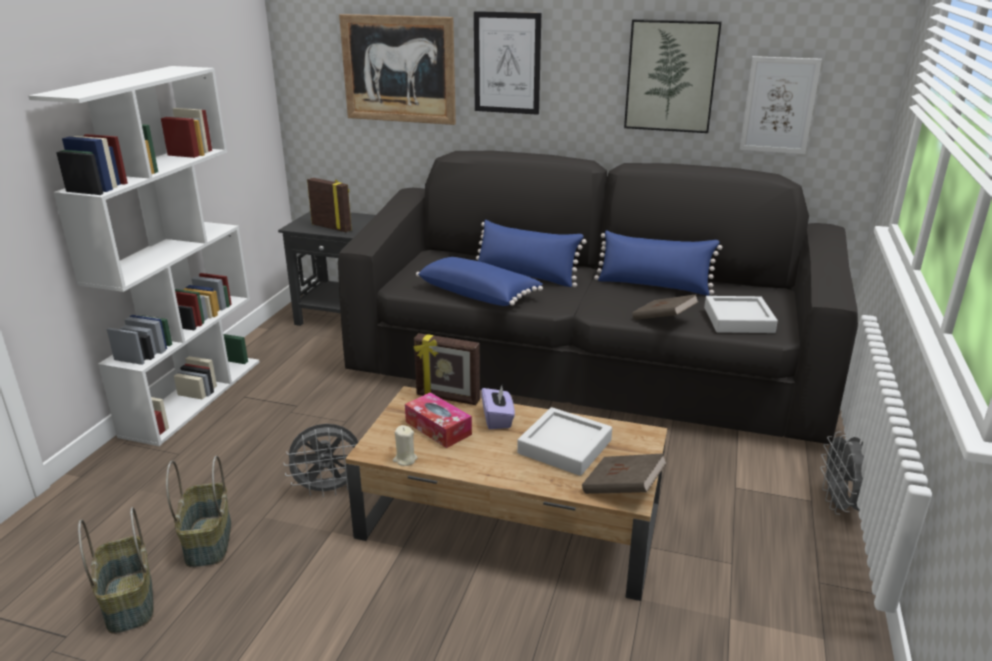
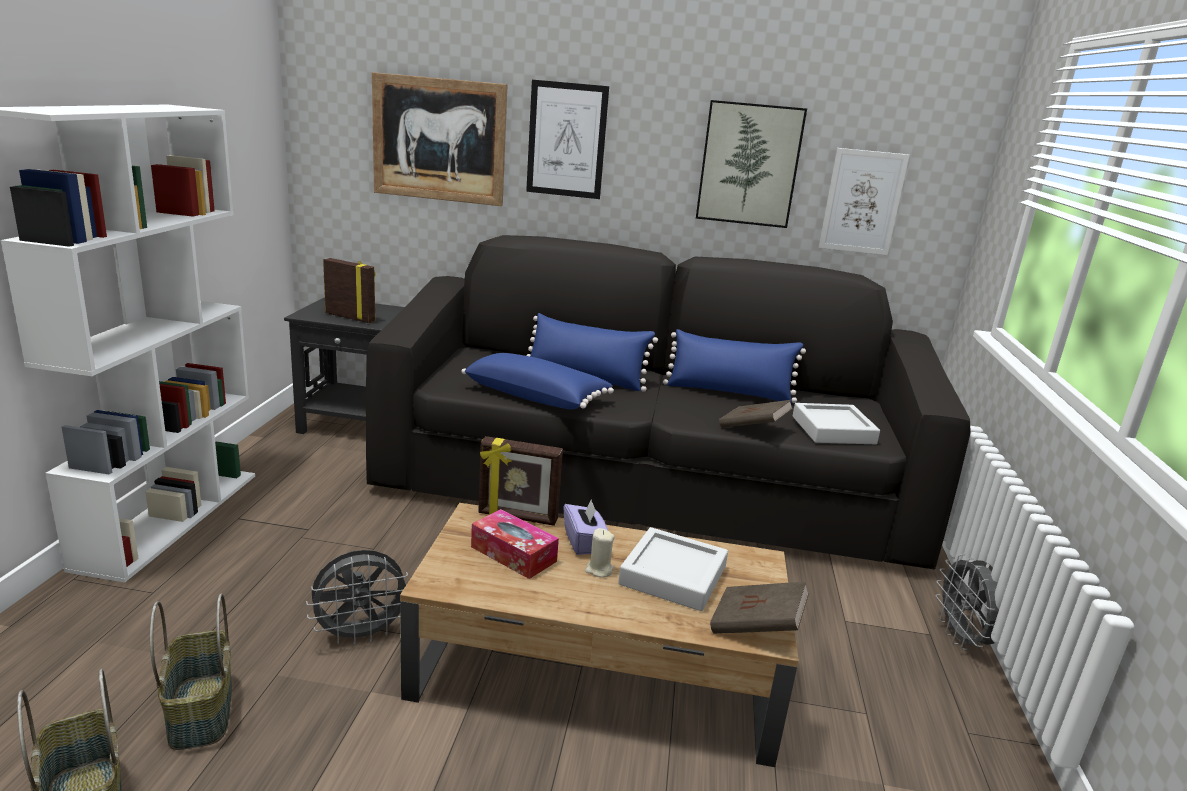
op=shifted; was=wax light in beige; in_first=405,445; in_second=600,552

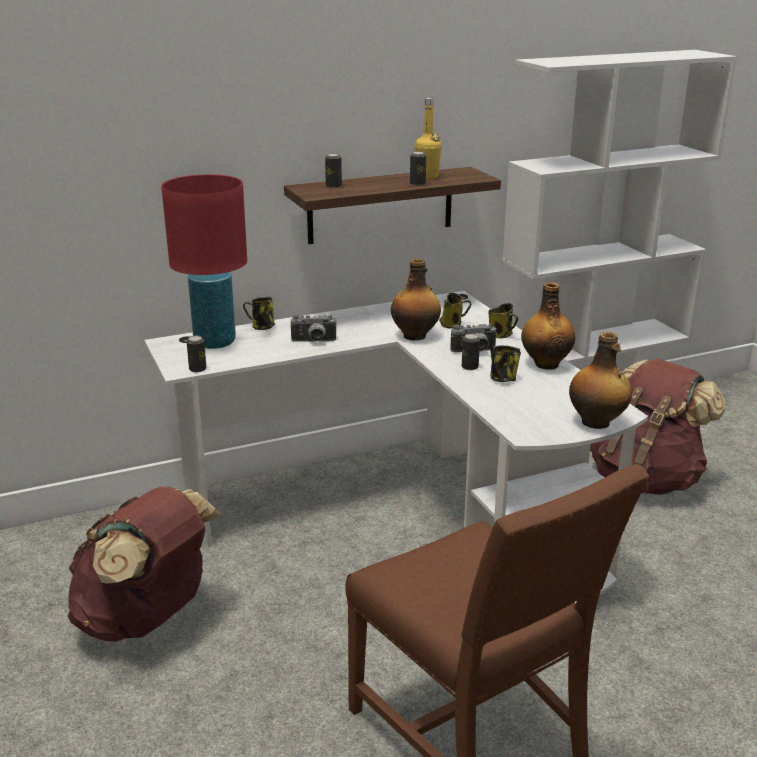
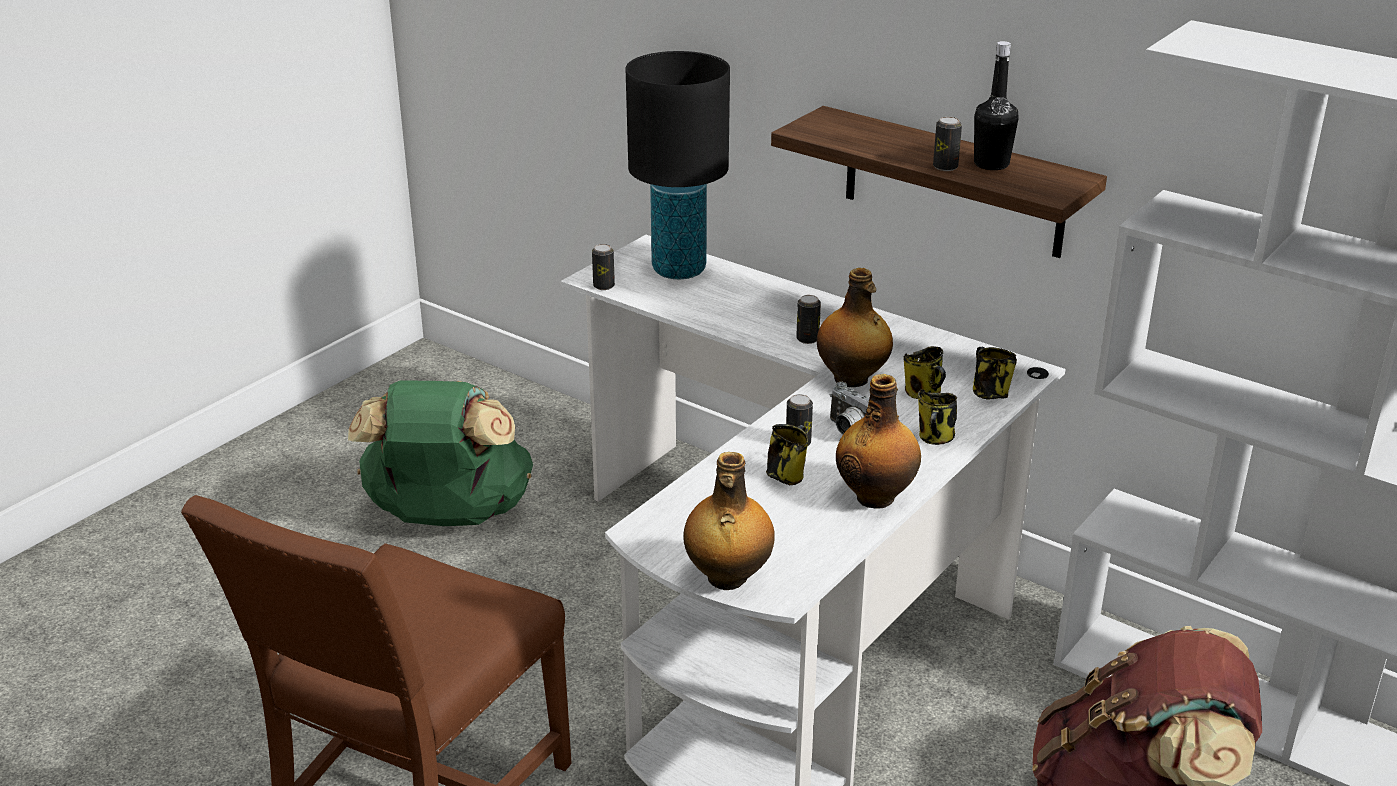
op=gone; was=photo camera; in_first=313,328
op=shifted; was=mug; in_first=259,313; in_second=995,373
op=shifted; was=sealed can; in_first=333,170; in_second=808,319
op=repainted; was=knapsack in brownish; now=knapsack in green-coloured; in_first=145,564; in_second=440,453
op=repainted; was=table lamp in red-coloured; now=table lamp in blackish; in_first=204,261; in_second=677,165
op=repainted; was=drink bottle in yellowish; now=drink bottle in blackish; in_first=428,139; in_second=996,105

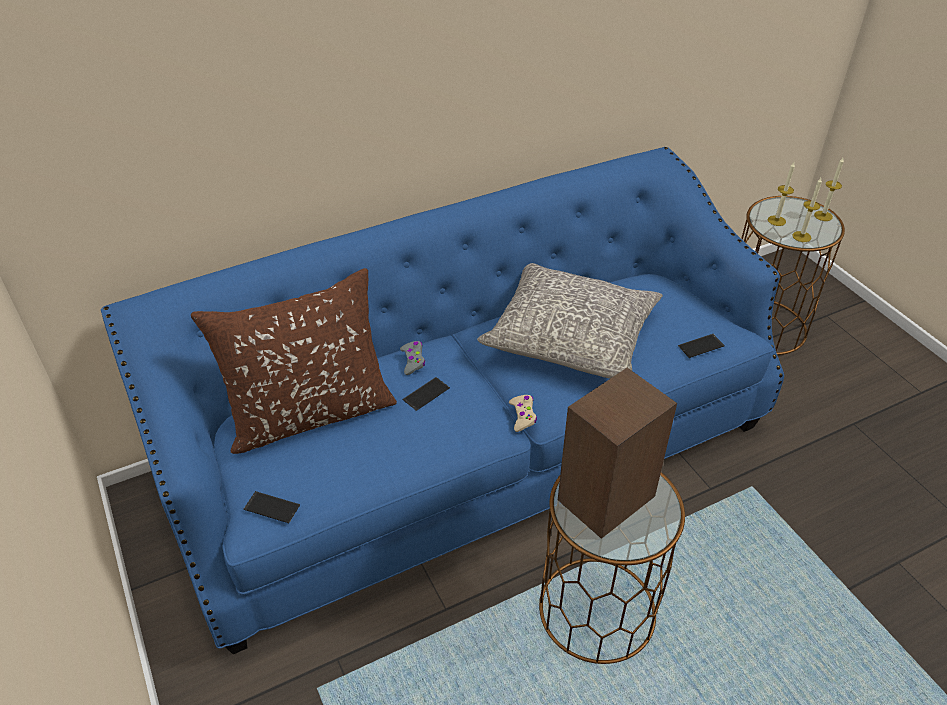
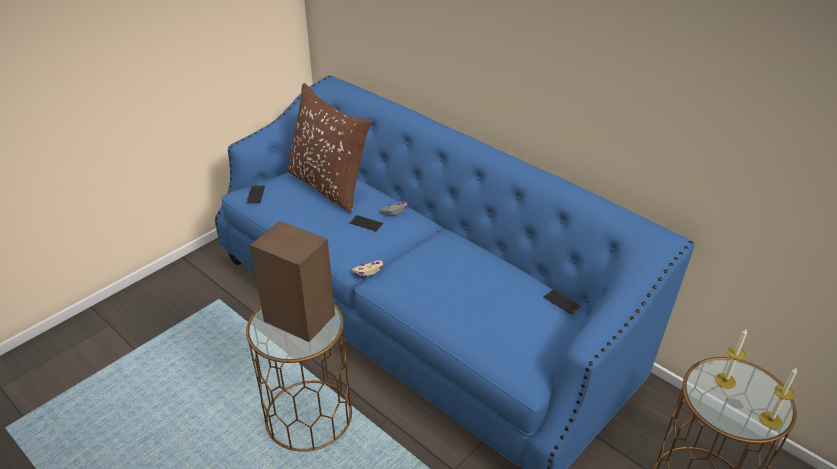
op=gone; was=pillow in gray; in_first=570,321
op=gone; was=wax light; in_first=807,210
op=shifted; was=phone; in_first=701,346; in_second=562,302

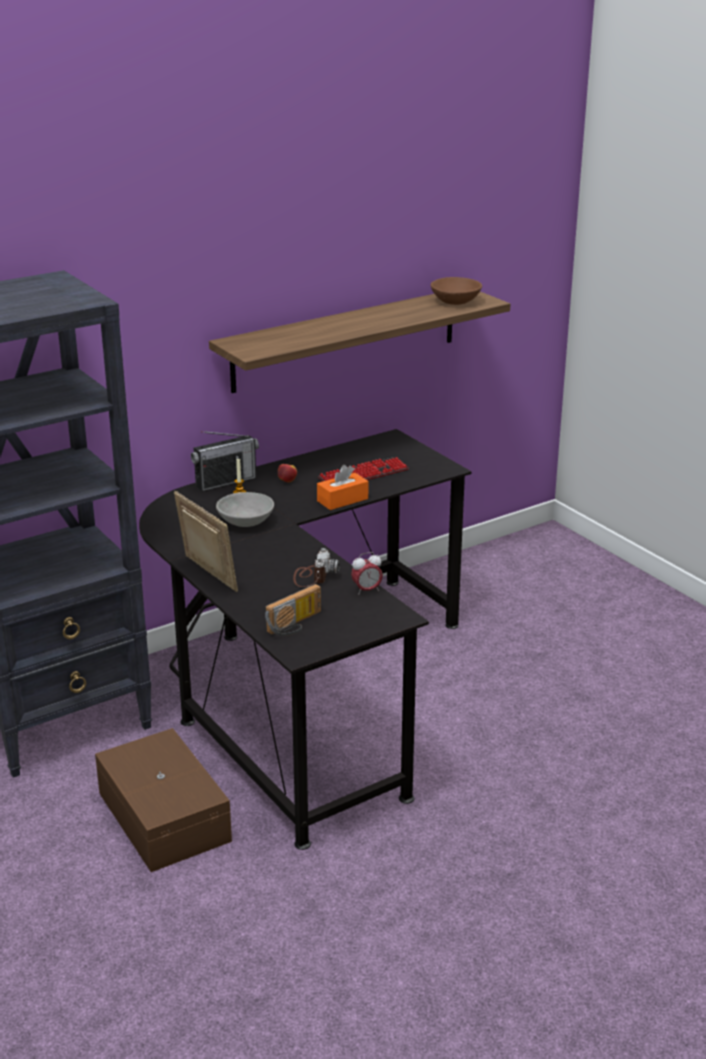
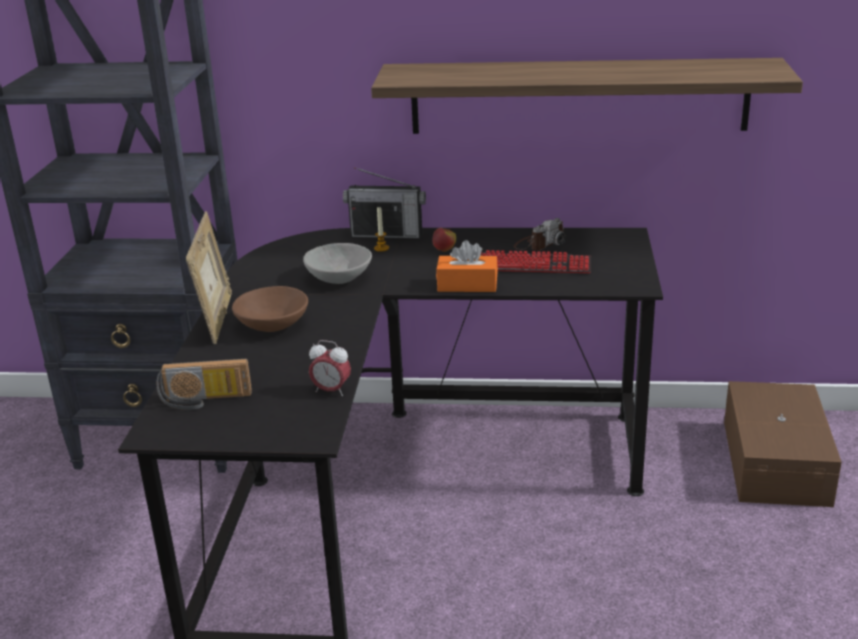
op=shifted; was=storage box in brownish; in_first=163,800; in_second=783,444
op=shifted; was=photo camera; in_first=316,567; in_second=540,234
op=shifted; was=serving bowl in brownish; in_first=456,291; in_second=270,309

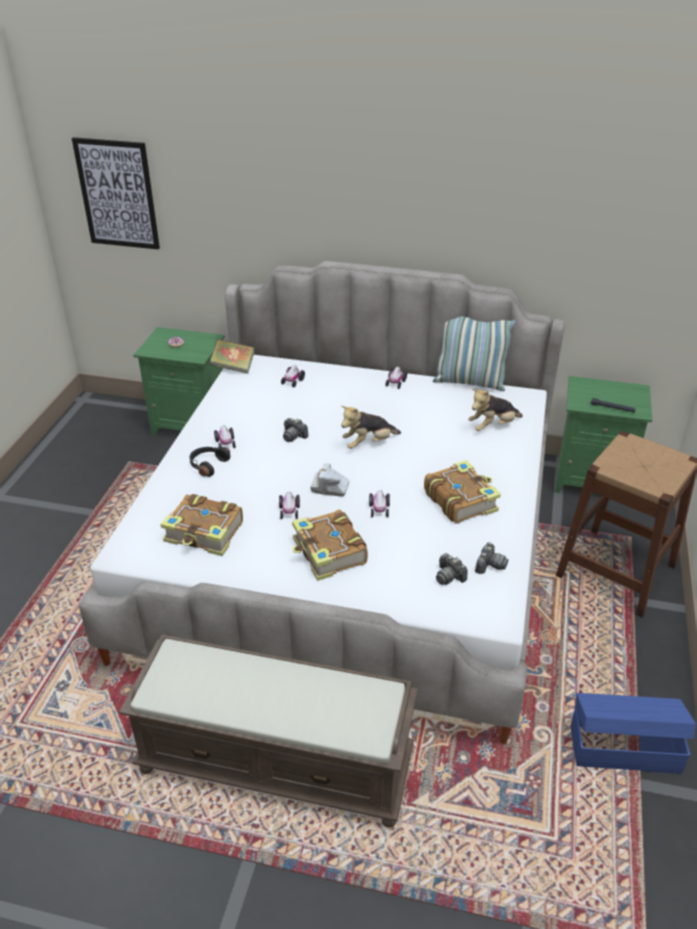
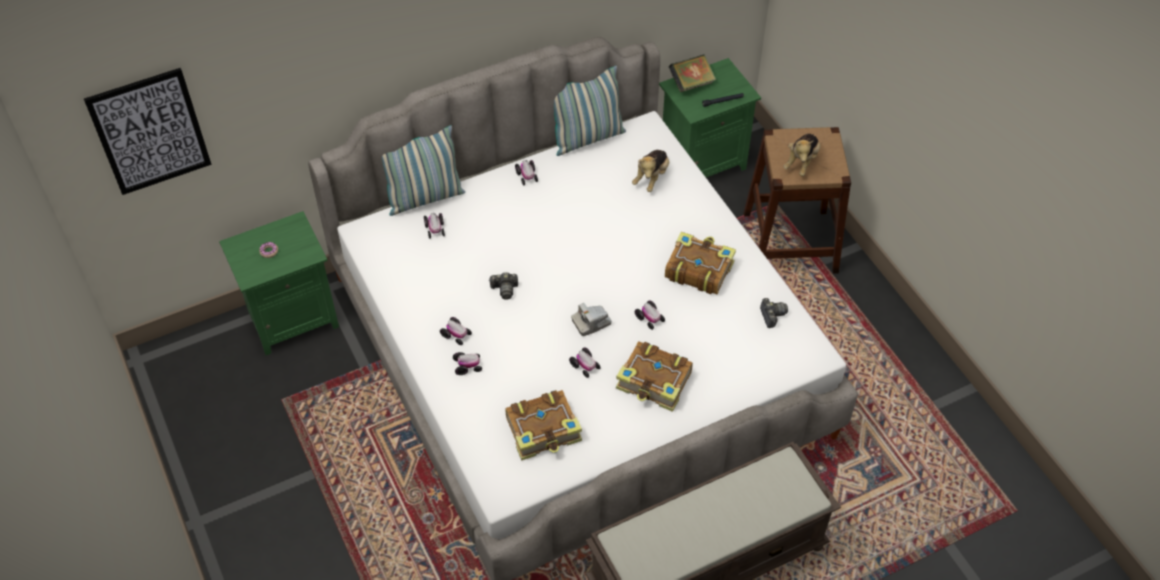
op=gone; was=photo camera; in_first=451,569
op=gone; was=storage box in blue-coloured; in_first=633,733
op=new; now=pillow; in_second=423,170
op=shifted; was=volume; in_first=232,356; in_second=692,73
op=shifted; was=plush toy; in_first=371,427; in_second=801,155
op=swapped; was=headphones in blackish; now=model car; in_first=210,461; in_second=467,363

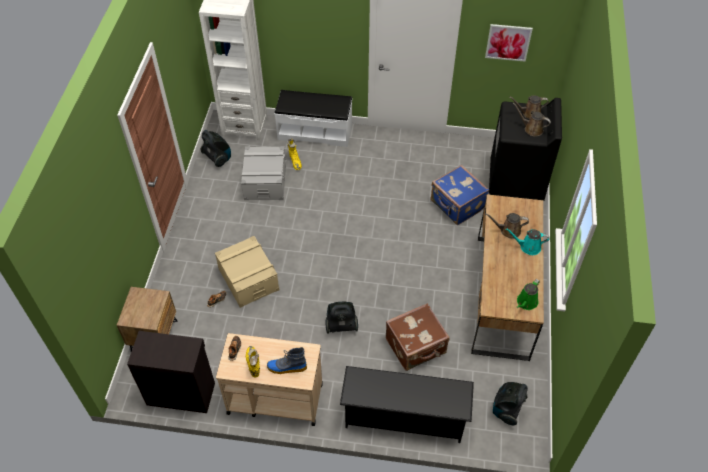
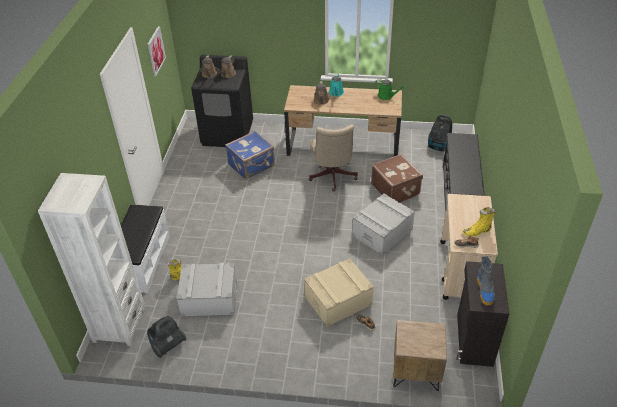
op=new; now=office chair in beige; in_second=333,158
op=shifted; was=boot; in_first=287,360; in_second=486,281
op=swapped; was=hoover; now=storage box in gray; in_first=341,317; in_second=383,224

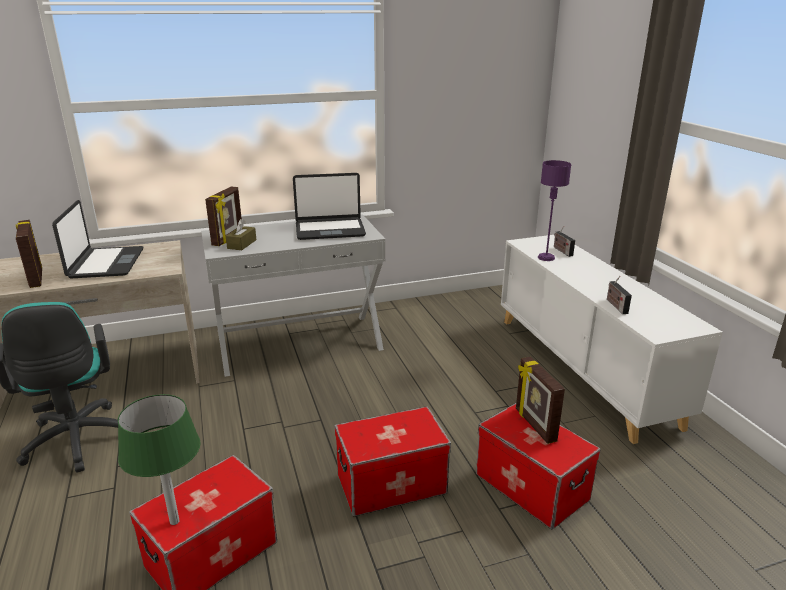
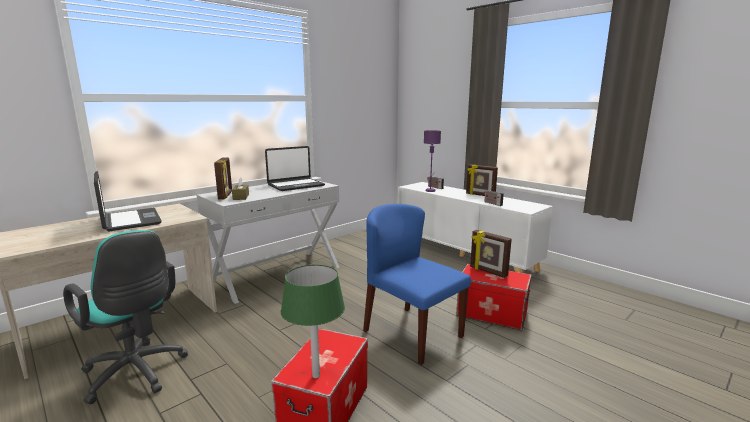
op=shifted; was=photo frame; in_first=29,254; in_second=482,180
op=swapped; was=storage box; now=plain chair in blue-coloured; in_first=393,461; in_second=417,284

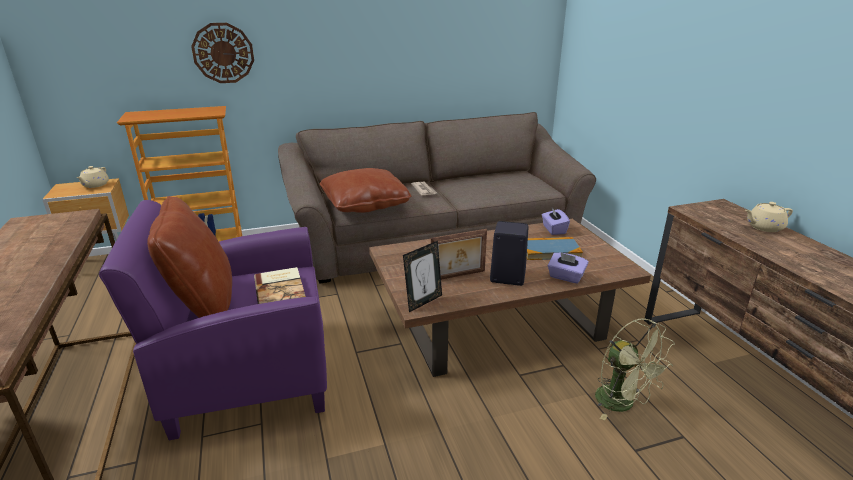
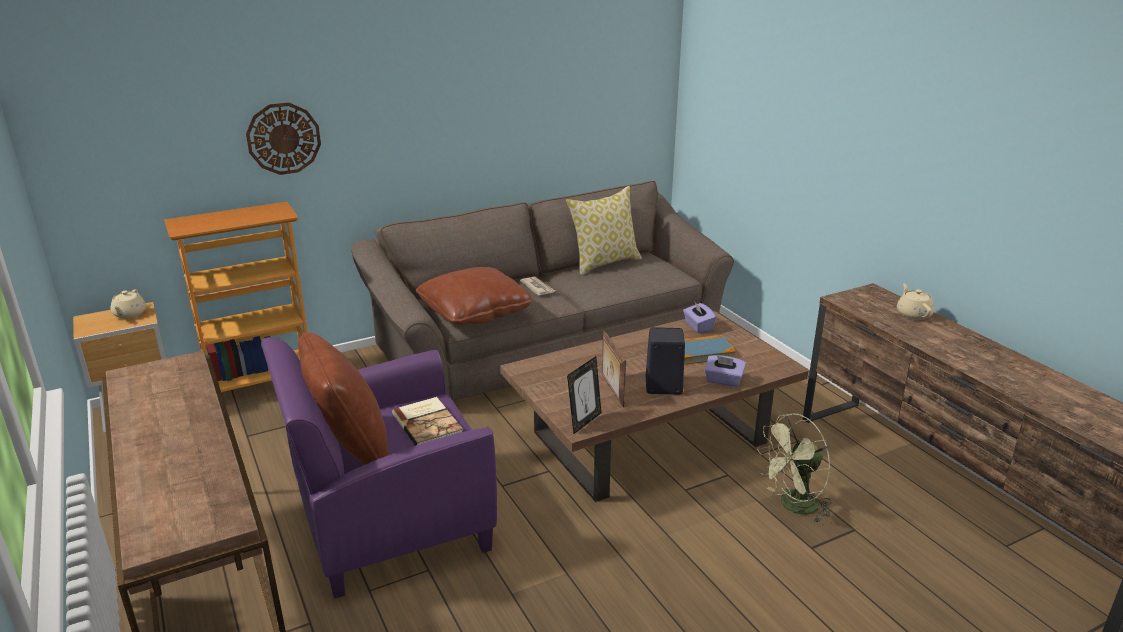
op=new; now=pillow; in_second=604,231
op=rotated; was=photo frame; in_first=459,254; in_second=614,369; clockwise=105
op=rotated; was=electric fan in green-coloured; in_first=635,369; in_second=794,468; clockwise=105
op=rotated; was=tea pot in beige; in_first=769,217; in_second=915,301; clockwise=105

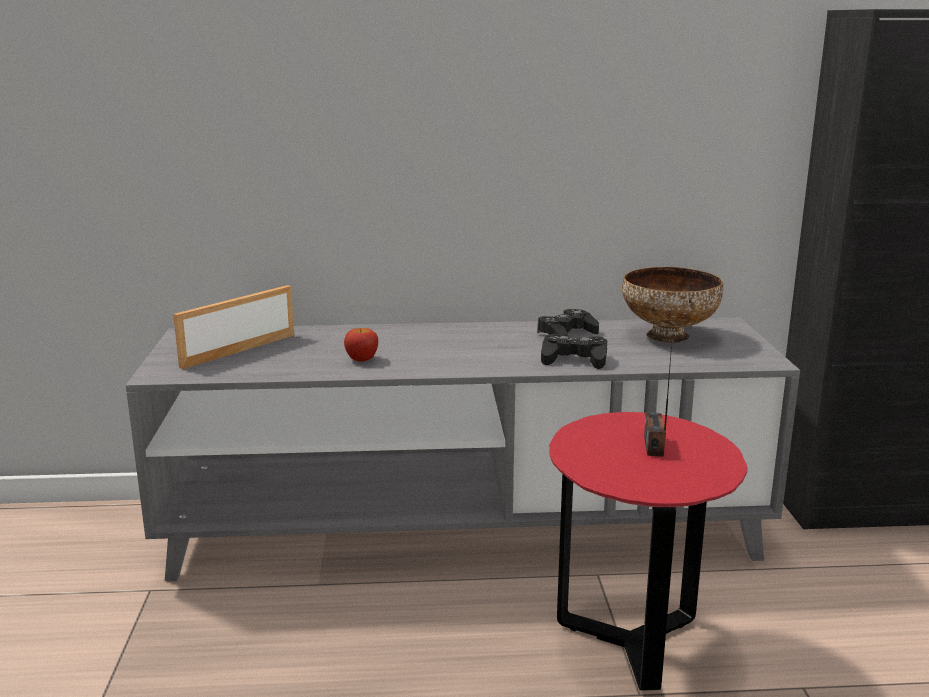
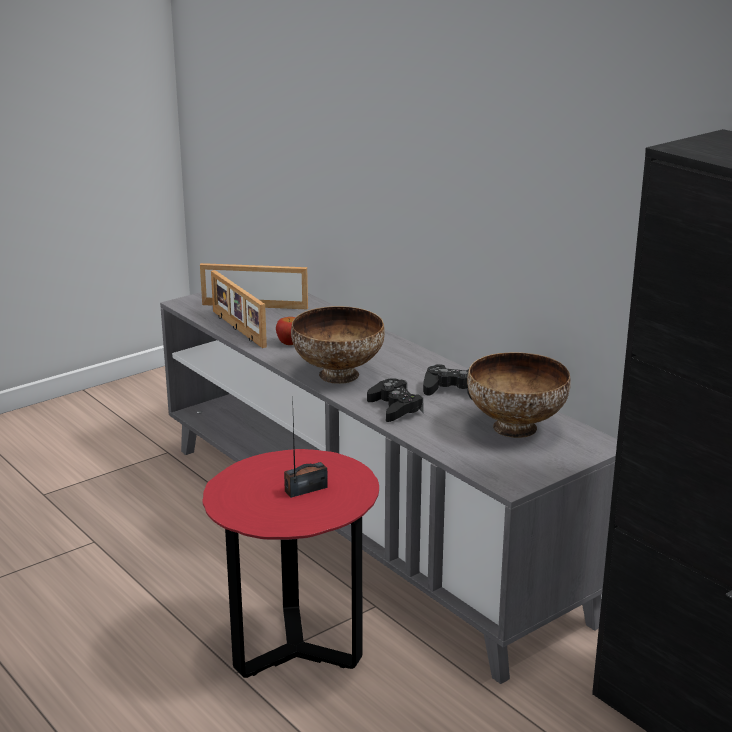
op=new; now=photo frame; in_second=239,309
op=new; now=serving bowl; in_second=338,345

